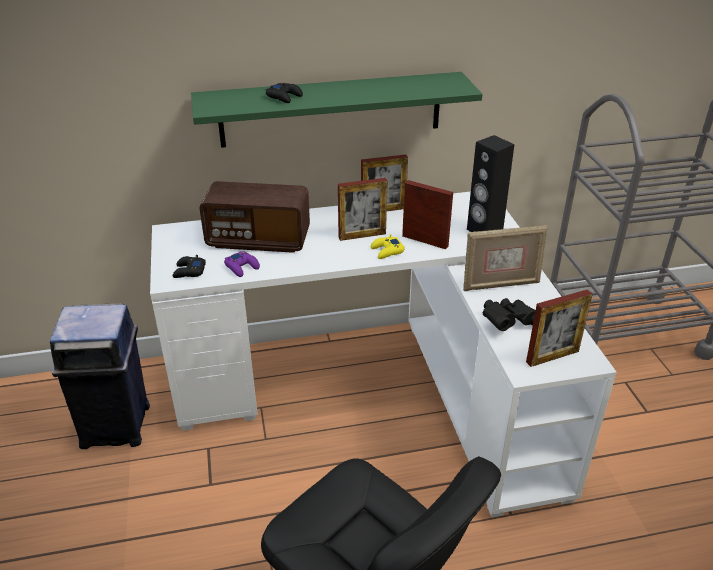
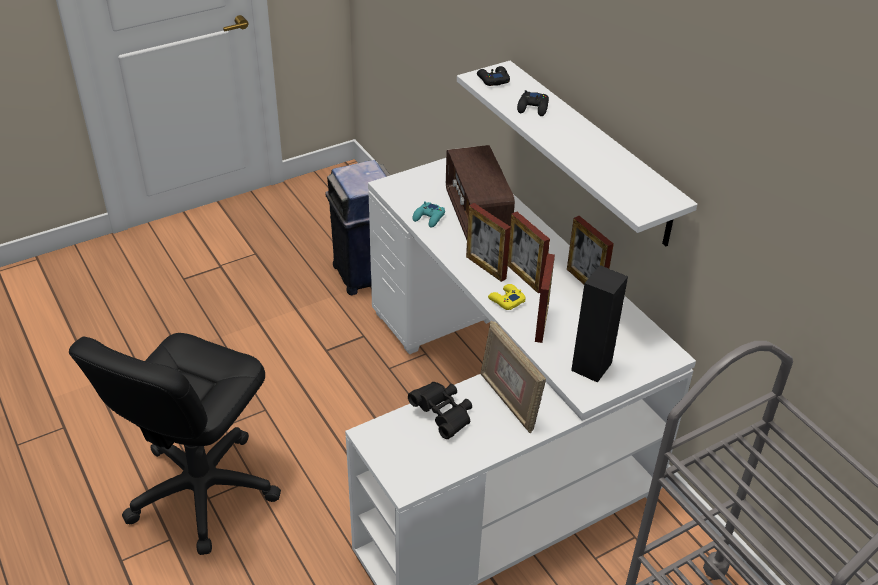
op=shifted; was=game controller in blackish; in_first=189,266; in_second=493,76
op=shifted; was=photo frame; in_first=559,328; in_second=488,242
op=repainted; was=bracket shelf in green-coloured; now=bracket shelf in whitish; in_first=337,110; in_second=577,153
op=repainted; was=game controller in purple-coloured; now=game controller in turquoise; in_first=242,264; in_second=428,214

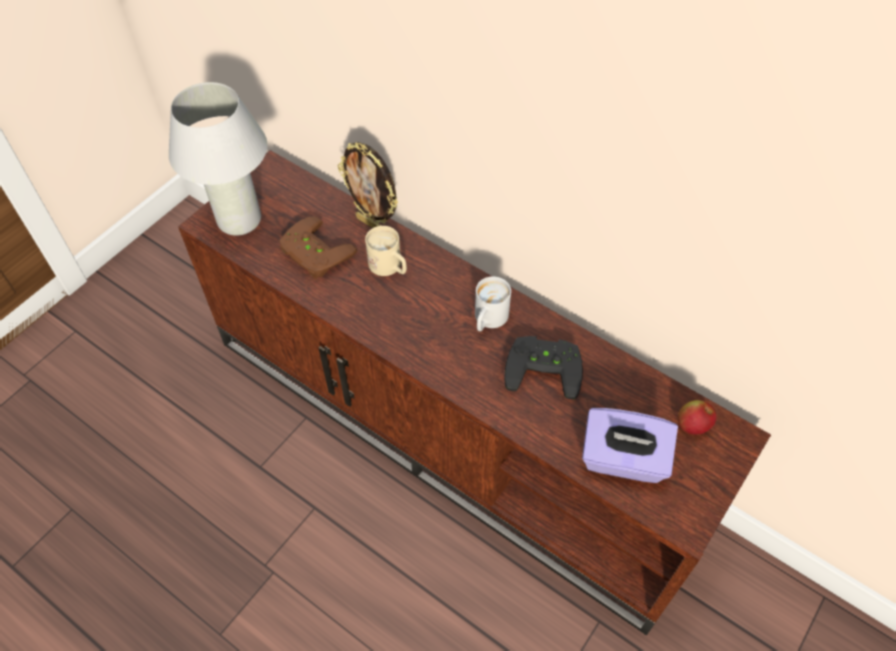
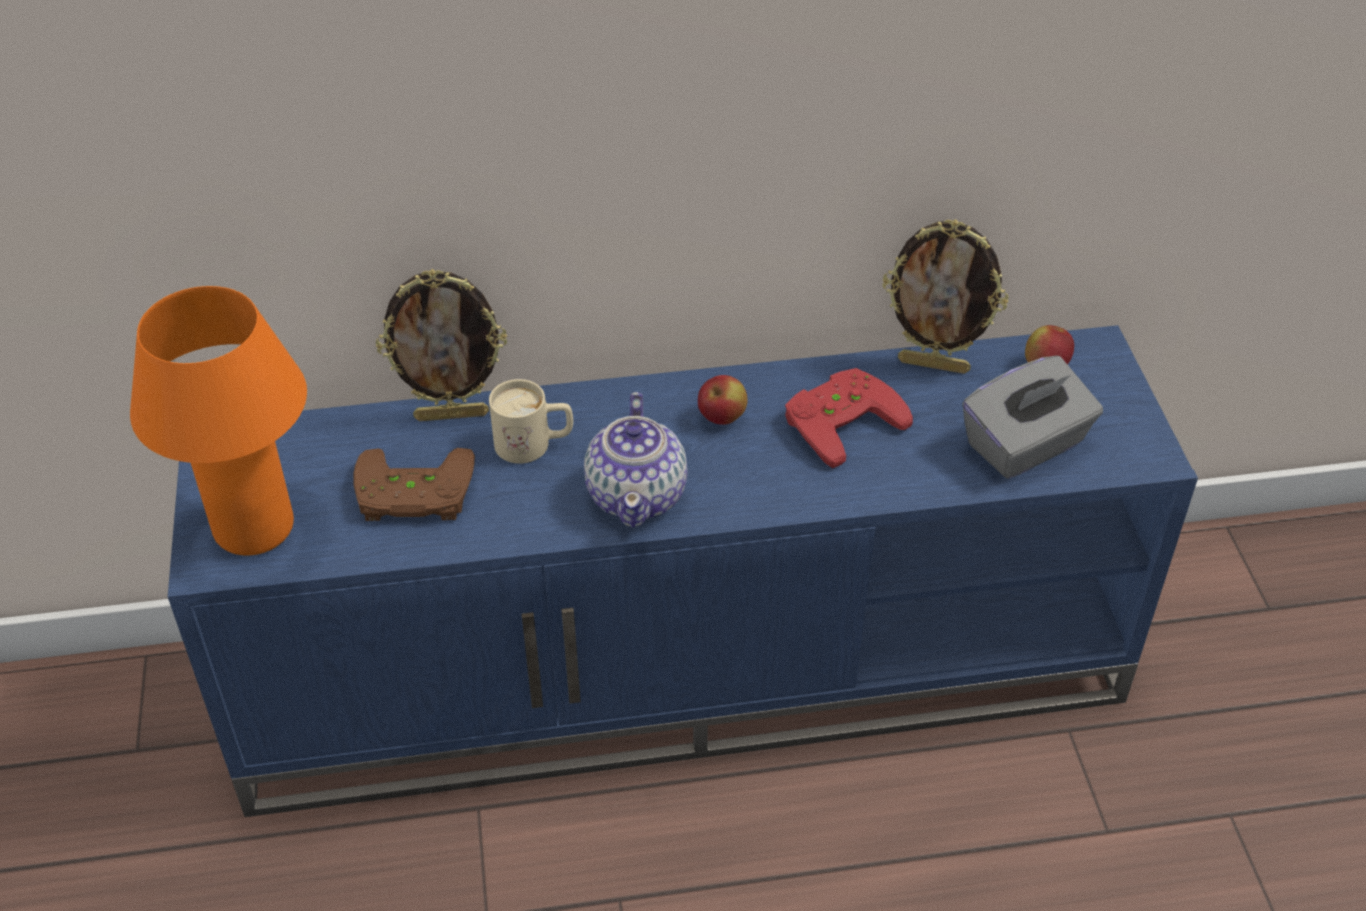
op=new; now=tea pot; in_second=636,460
op=new; now=photo frame; in_second=945,296
op=swapped; was=mug in whitish; now=apple; in_first=493,303; in_second=722,400
op=repainted; was=table lamp in whitish; now=table lamp in orange; in_first=218,159; in_second=218,421
op=repainted; was=media console in brownish; now=media console in blue-coloured; in_first=474,392; in_second=683,571
op=repainted; was=game controller in blackish; now=game controller in red-coloured; in_first=543,367; in_second=849,418
op=repainted; was=tissue holder in purple-coloured; now=tissue holder in gray; in_first=630,445; in_second=1032,417

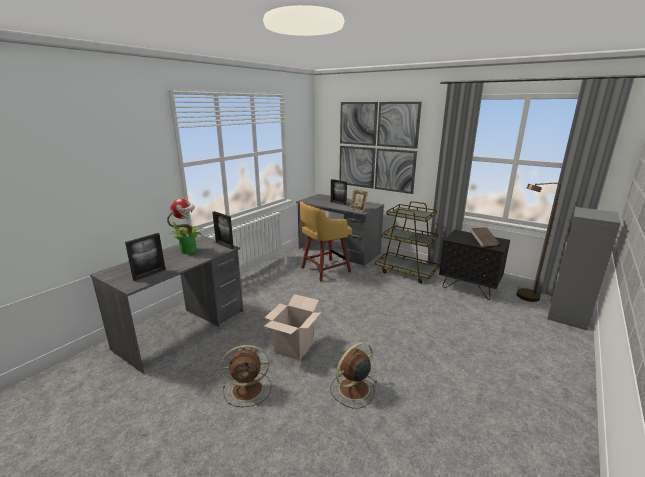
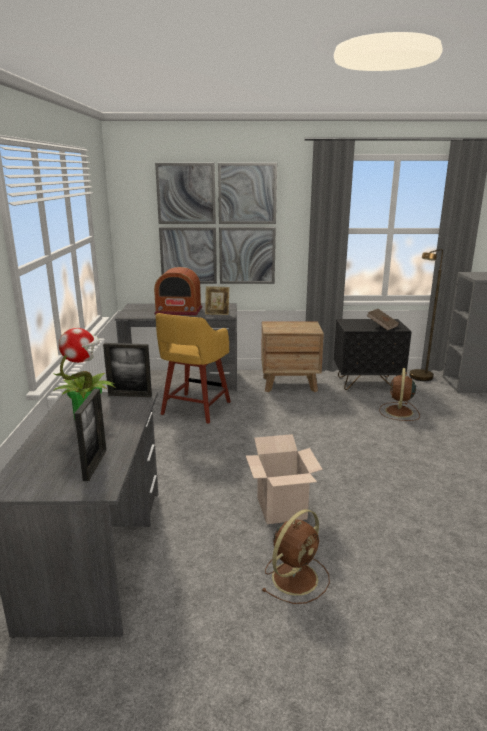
op=shifted; was=electric fan in brownish; in_first=354,375; in_second=399,394
op=swapped; was=photo frame; now=radio set; in_first=339,192; in_second=178,291
op=swapped; was=trolley in brownish; now=night table in brownish; in_first=407,242; in_second=292,357

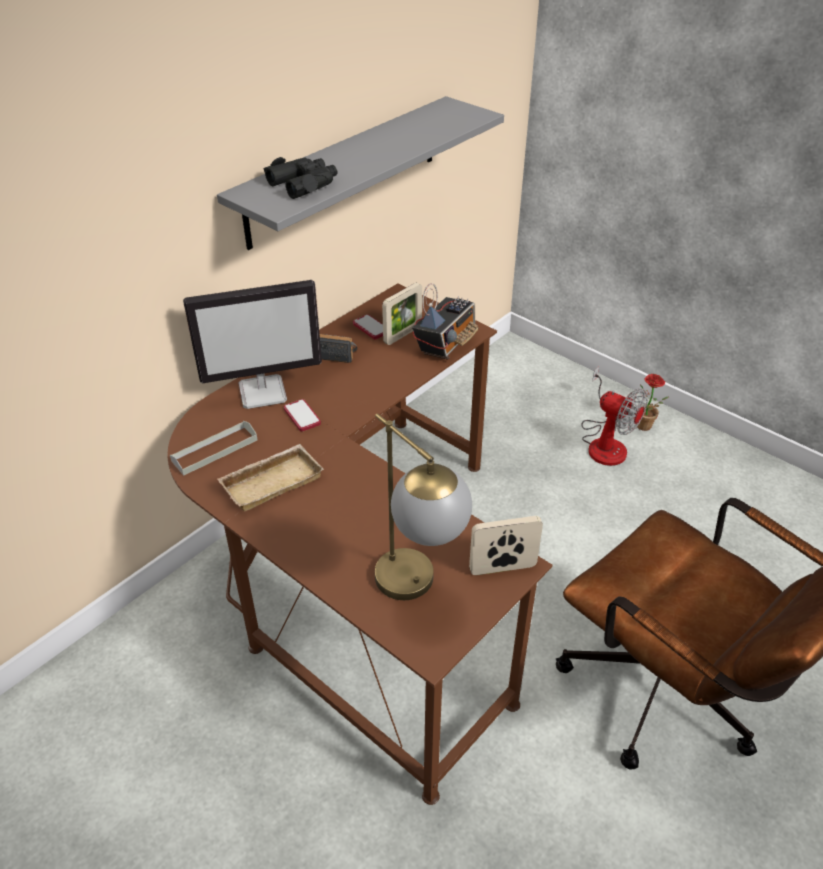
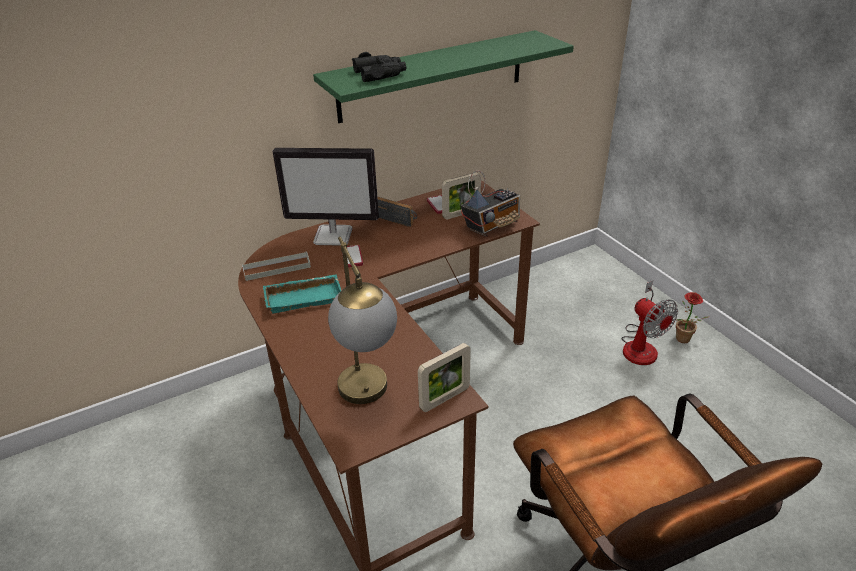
op=repainted; was=bracket shelf in gray; now=bracket shelf in green-coloured; in_first=360,173; in_second=443,76
op=repainted; was=tray in beige; now=tray in turquoise; in_first=271,478; in_second=302,293
op=rotated; was=photo frame; in_first=506,545; in_second=444,377; clockwise=135

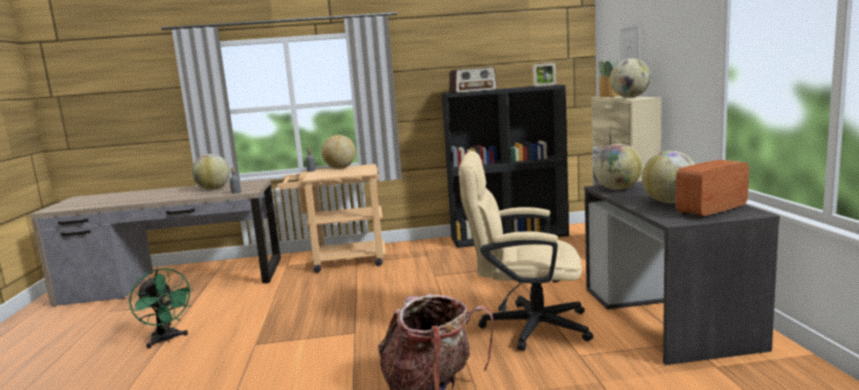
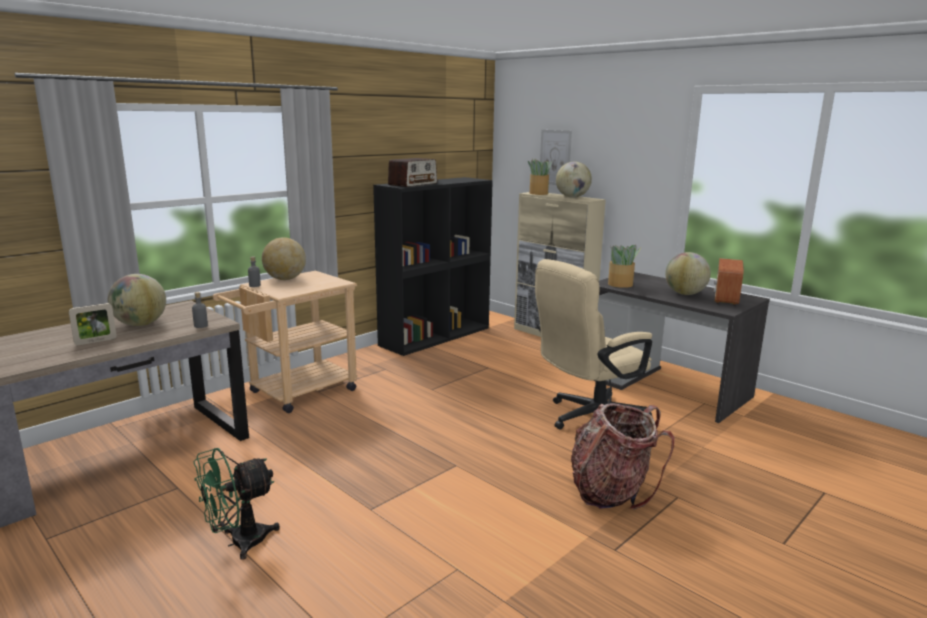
op=shifted; was=photo frame; in_first=544,75; in_second=93,324
op=swapped; was=globe; now=plant in a pot; in_first=618,167; in_second=624,266
op=rotated; was=electric fan in green-coloured; in_first=161,308; in_second=237,504; clockwise=135

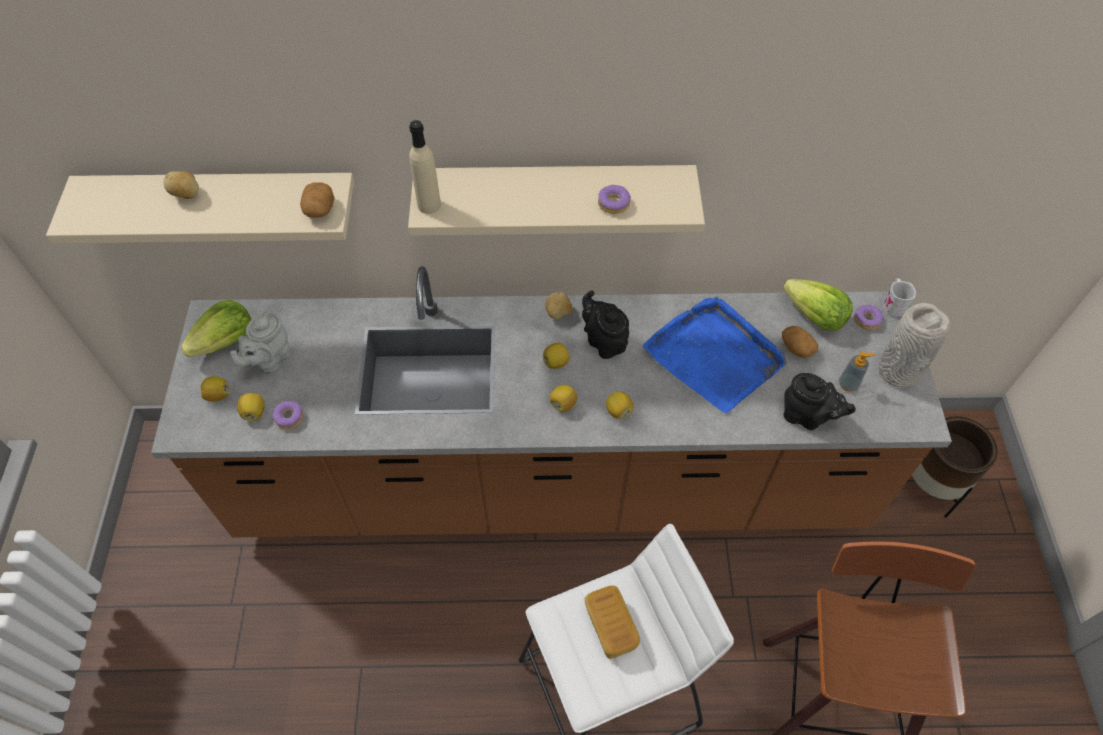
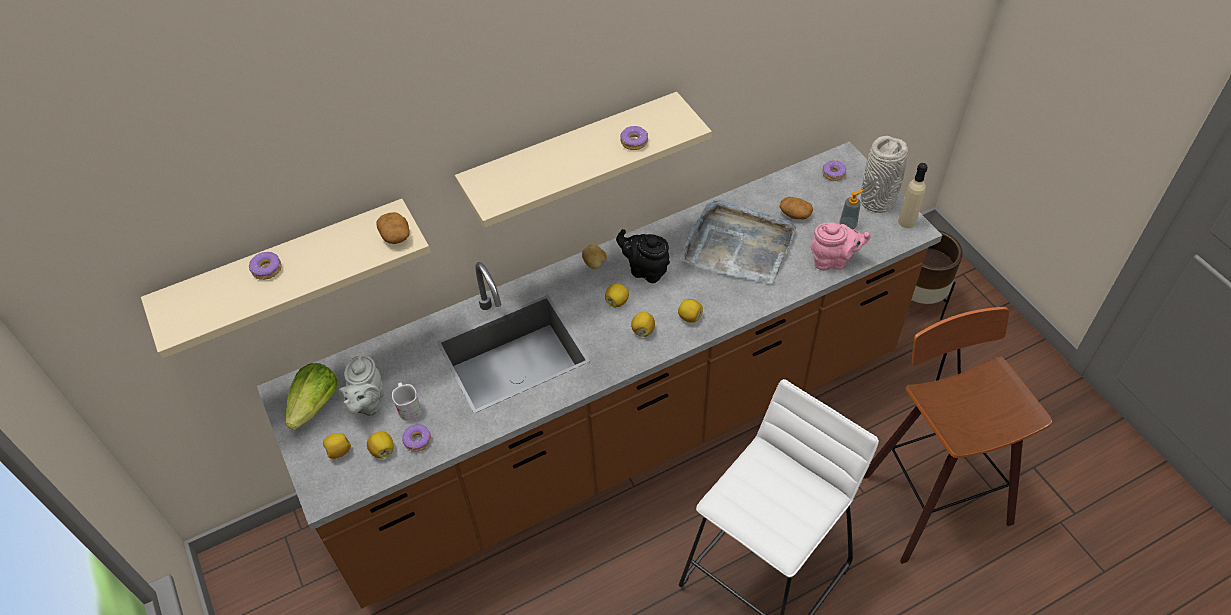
op=gone; was=bread; in_first=612,622
op=gone; was=lettuce head; in_first=818,305
op=shifted; was=drink bottle in beige; in_first=425,167; in_second=913,195
op=shifted; was=mug in whitish; in_first=899,297; in_second=406,401
op=swapped; was=potato; now=donut; in_first=181,185; in_second=265,266
op=repainted; was=tray in blue-coloured; now=tray in gray; in_first=714,355; in_second=738,241
op=repainted; was=tea pot in blackish; now=tea pot in pink-coloured; in_first=819,401; in_second=841,246

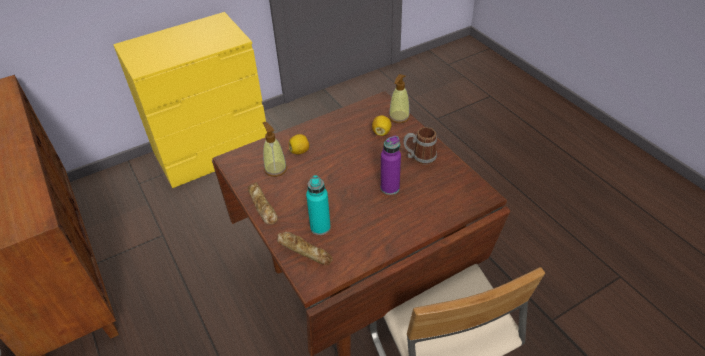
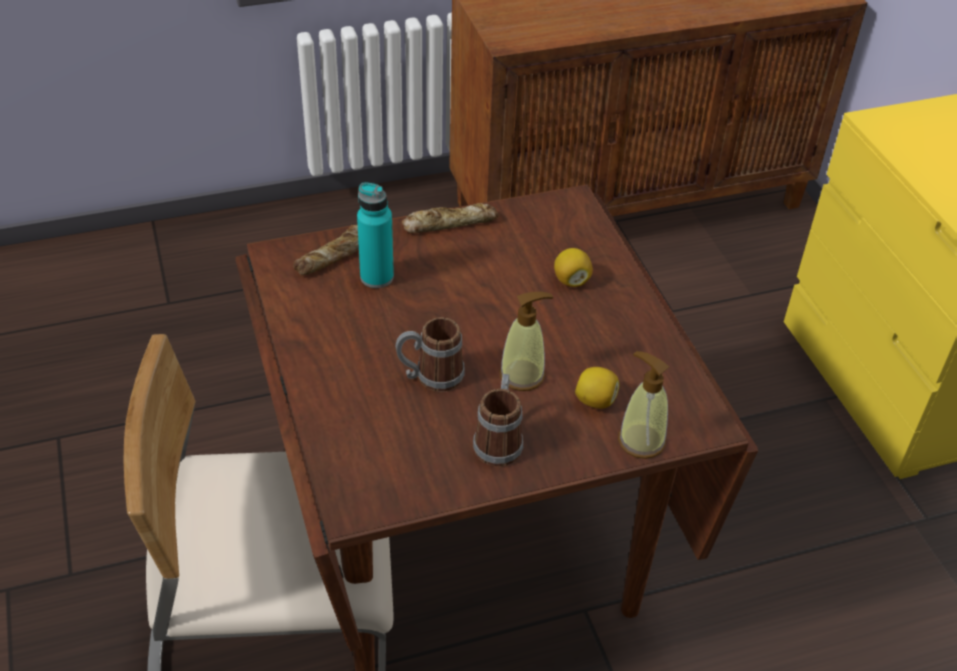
op=shifted; was=soap dispenser; in_first=275,149; in_second=526,341
op=swapped; was=drink bottle in purple-coloured; now=mug; in_first=391,165; in_second=430,354

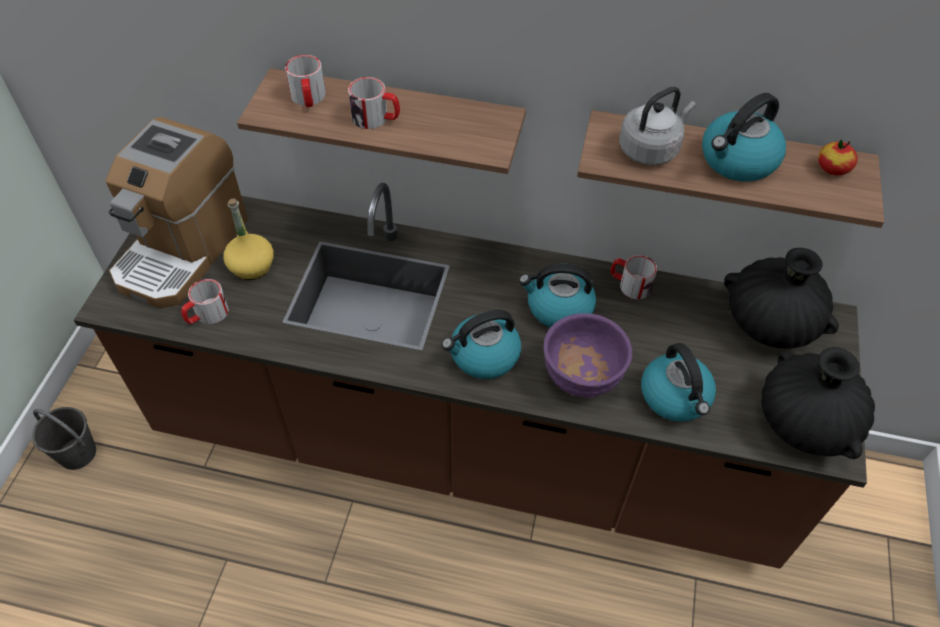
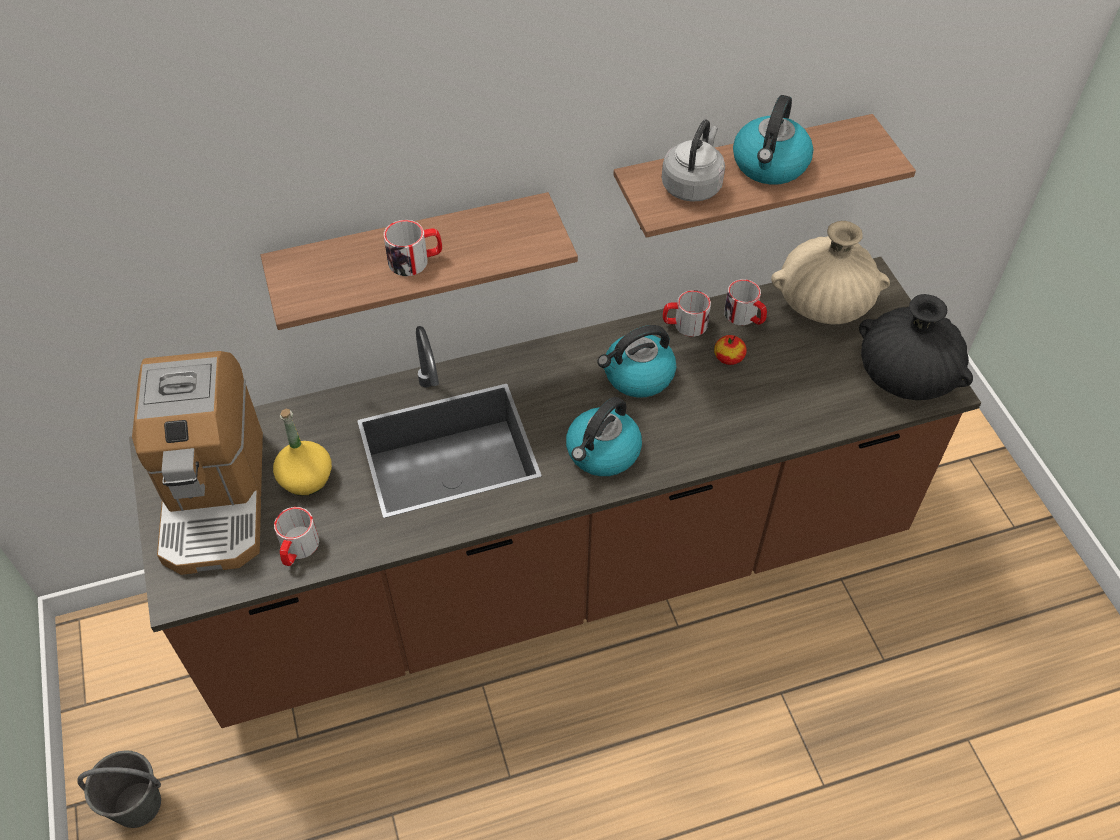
op=gone; was=serving bowl in purple-coloured; in_first=587,355
op=gone; was=water kettle; in_first=678,382
op=shifted; was=mug; in_first=305,81; in_second=745,302
op=shifted; was=apple; in_first=837,157; in_second=730,350
op=repainted; was=flower vase in blackish; now=flower vase in beige; in_first=781,298; in_second=830,272

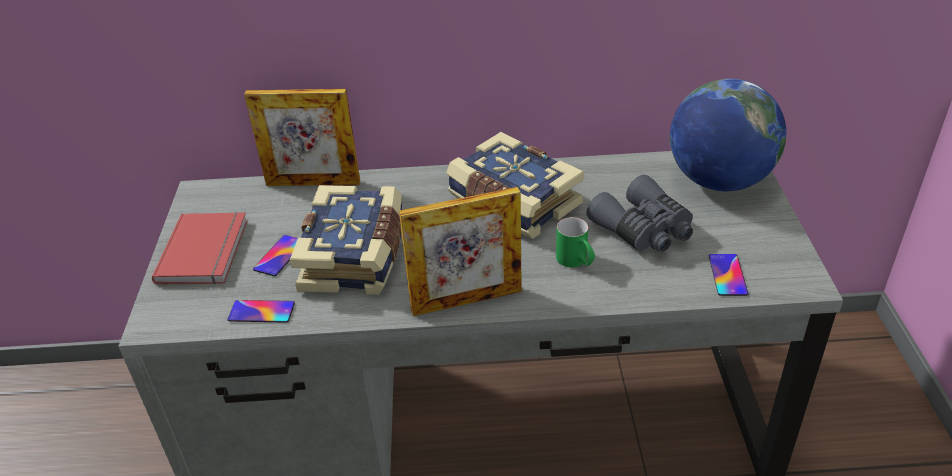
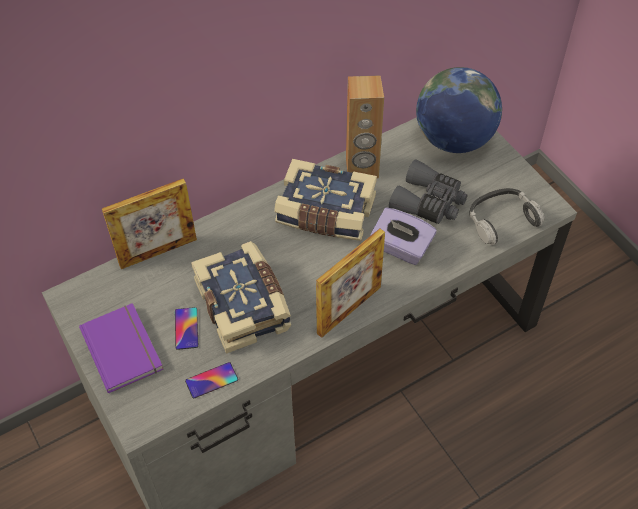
op=new; now=loudspeaker in brownish; in_second=365,127
op=swapped; was=mug in green-coloured; now=tissue holder in purple-coloured; in_first=575,242; in_second=403,236
op=swapped; was=phone; now=headphones; in_first=728,275; in_second=506,216
op=repainted; was=volume in red-coloured; now=volume in purple-coloured; in_first=200,248; in_second=121,348

